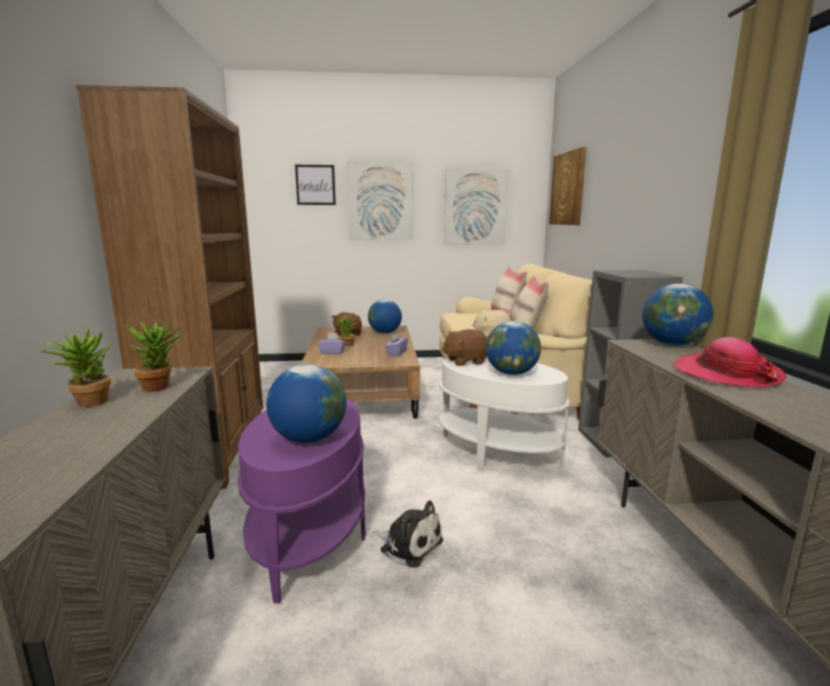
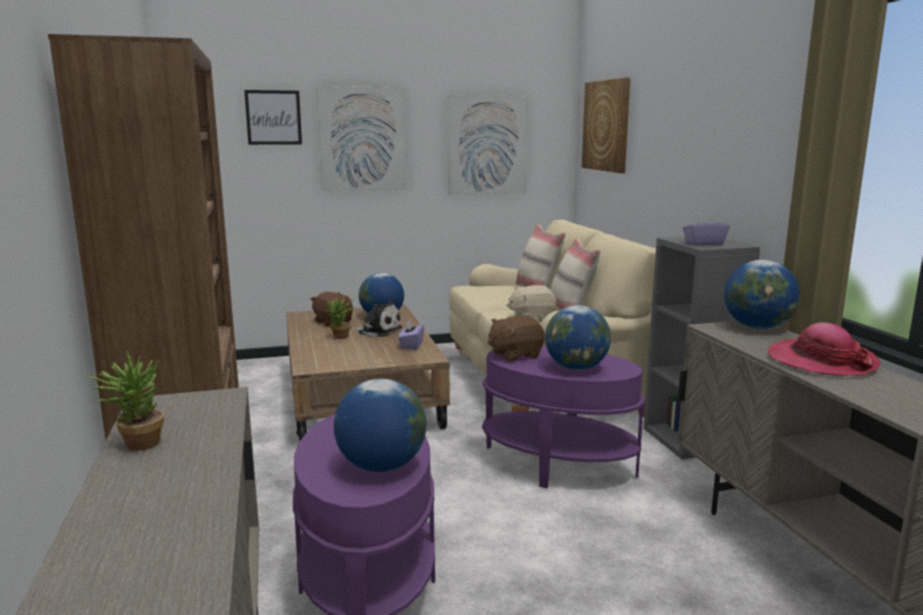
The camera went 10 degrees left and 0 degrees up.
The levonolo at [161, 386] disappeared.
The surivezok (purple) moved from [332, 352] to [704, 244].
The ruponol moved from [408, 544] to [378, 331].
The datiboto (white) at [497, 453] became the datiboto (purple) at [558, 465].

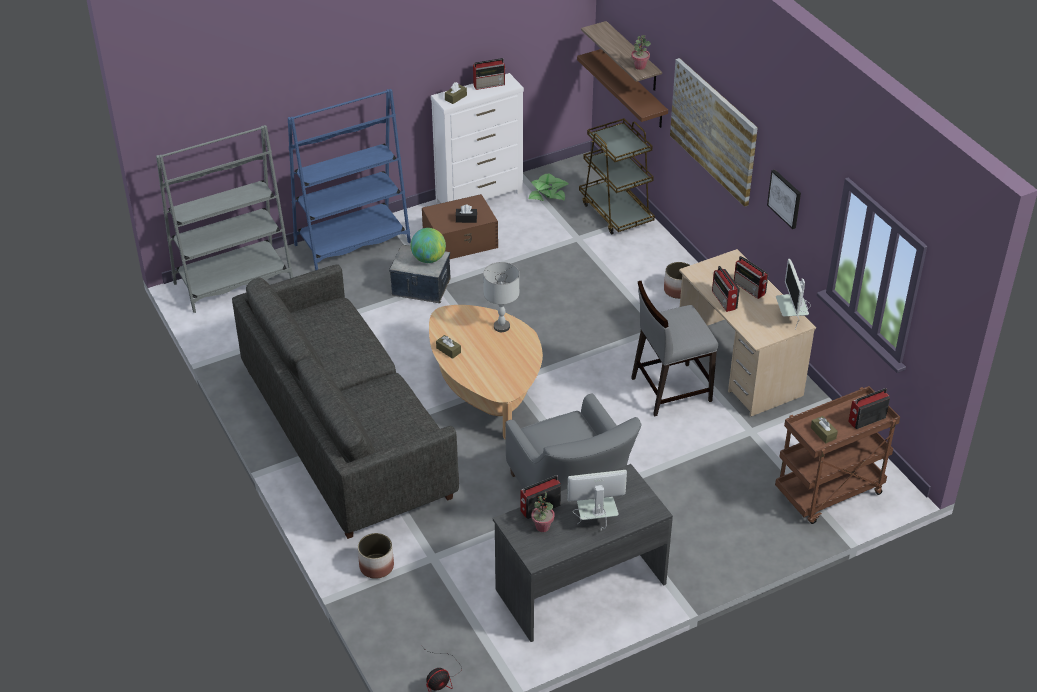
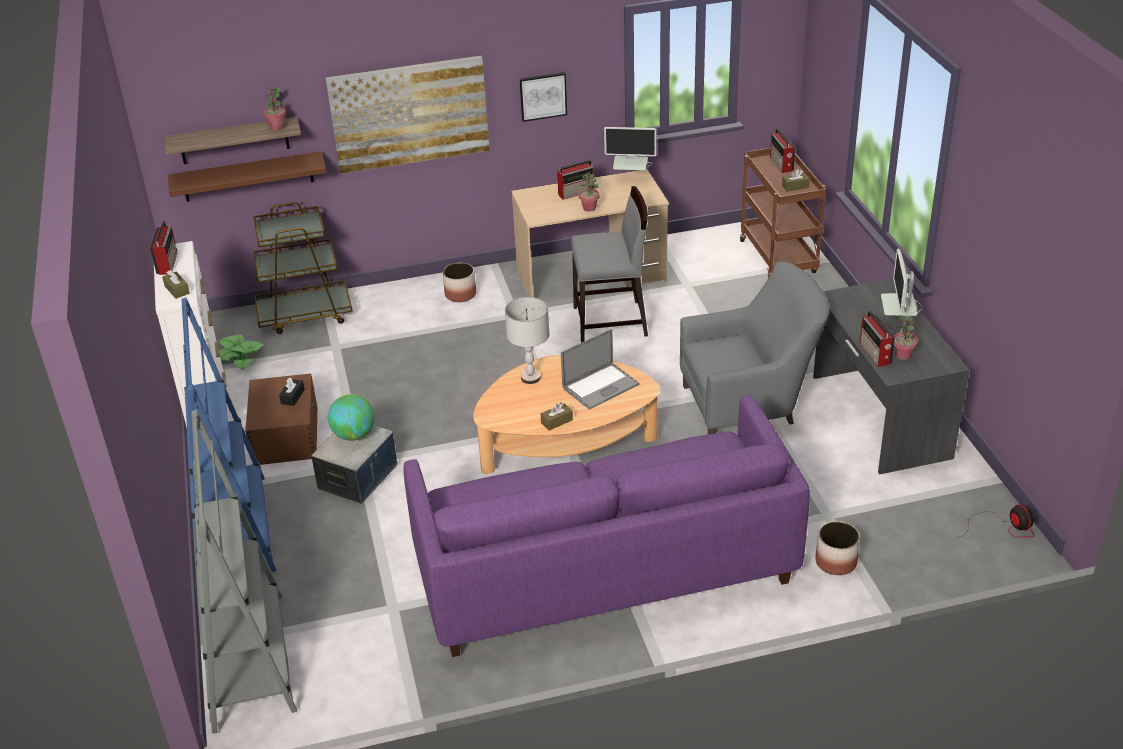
The camera went 75 degrees left and 5 degrees down.
The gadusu at [600, 386] appeared.
The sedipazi at [724, 300] was replaced by the levonolo at [589, 208].
The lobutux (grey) at [345, 432] became the lobutux (purple) at [604, 569].
The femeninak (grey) at [670, 389] turned 90 degrees counterclockwise.

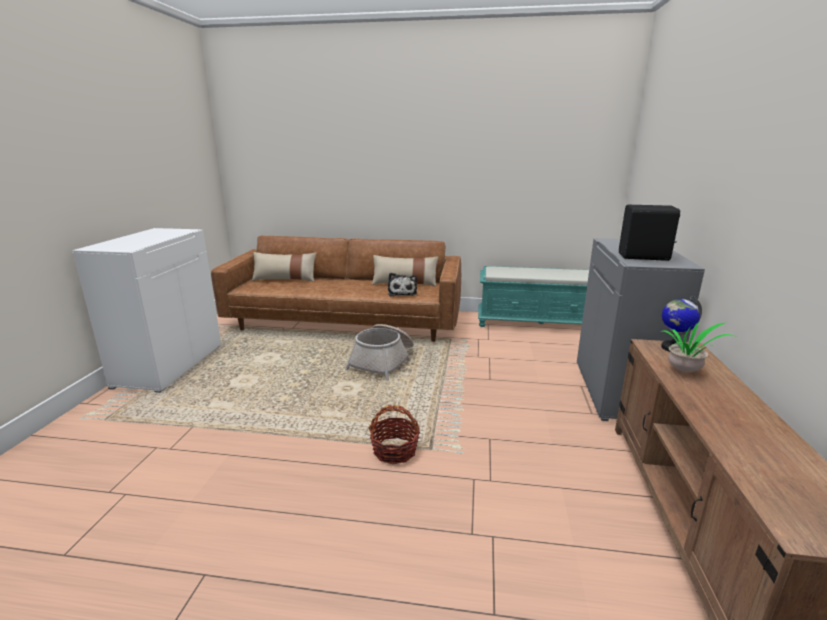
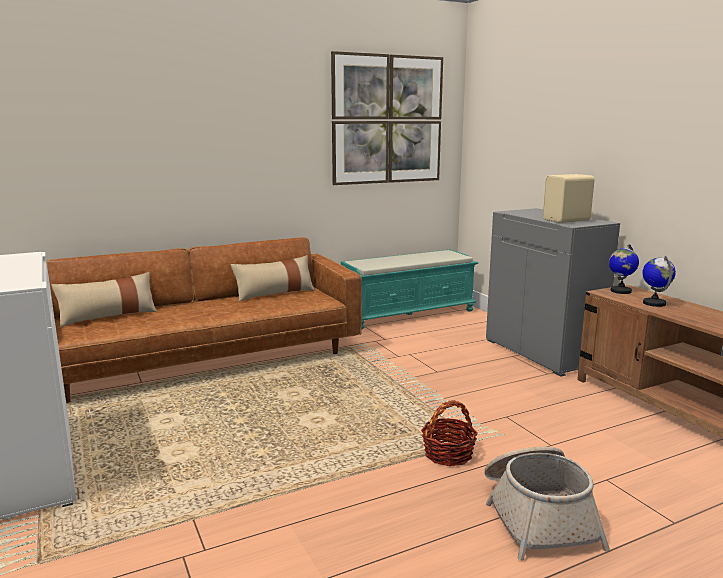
The camera went 35 degrees left and 5 degrees down.
The ruponol at [402, 293] disappeared.
The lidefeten at [387, 120] appeared.
The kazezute moved from [383, 362] to [537, 516].
The levonolo at [686, 372] was replaced by the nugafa at [654, 303].
The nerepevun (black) at [644, 257] became the nerepevun (beige) at [567, 220].

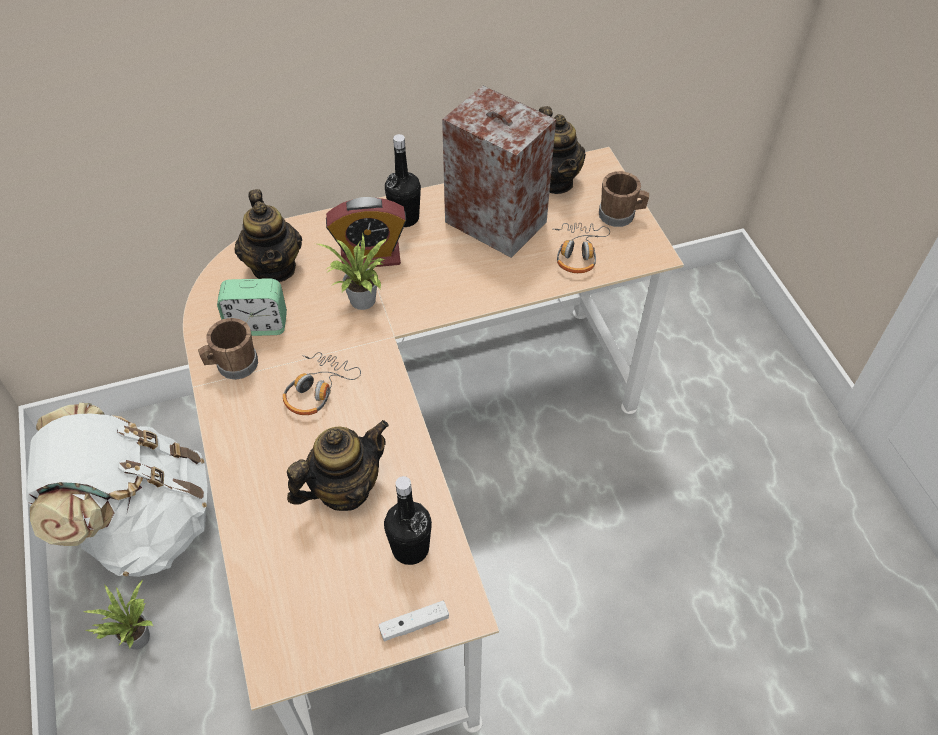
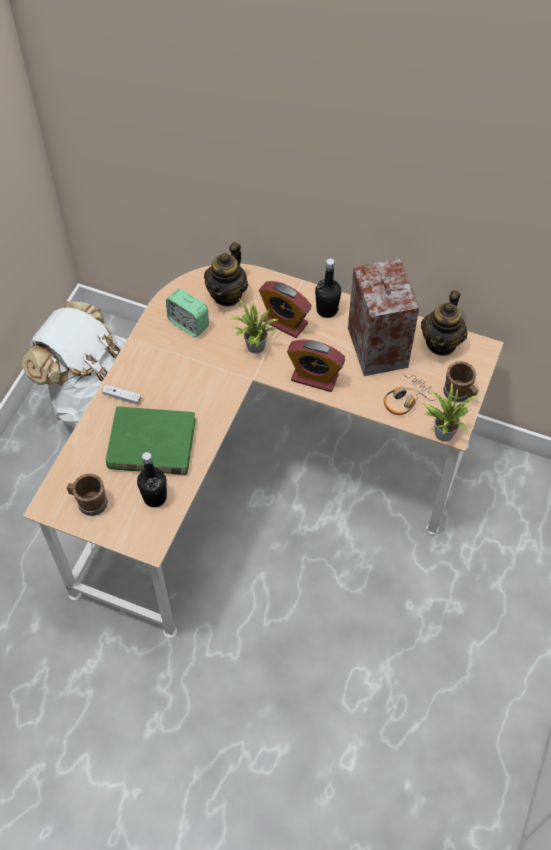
The camera went 40 degrees right and 5 degrees up.
The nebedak at [318, 389] disappeared.
The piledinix at [314, 377] appeared.
The levonolo moved from [135, 637] to [442, 431].
The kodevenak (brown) moved from [233, 365] to [89, 502].
The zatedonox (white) moved from [414, 624] to [122, 397].
The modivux at [344, 489] was replaced by the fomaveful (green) at [151, 444].

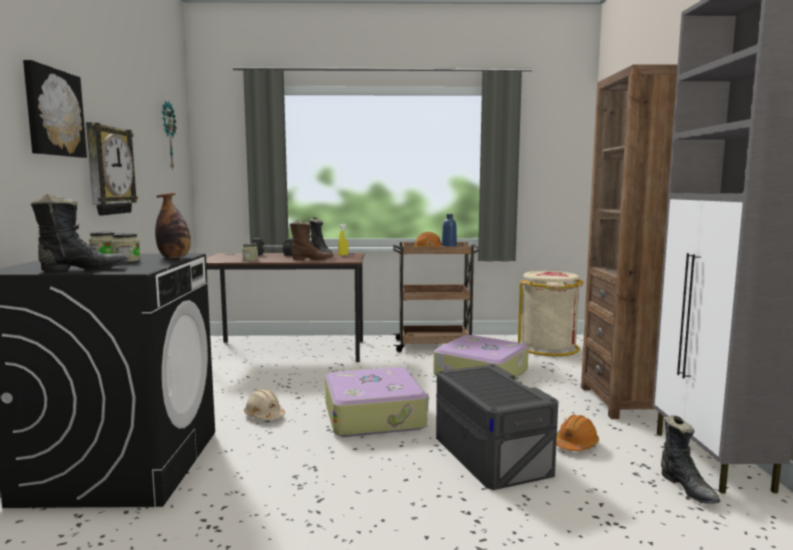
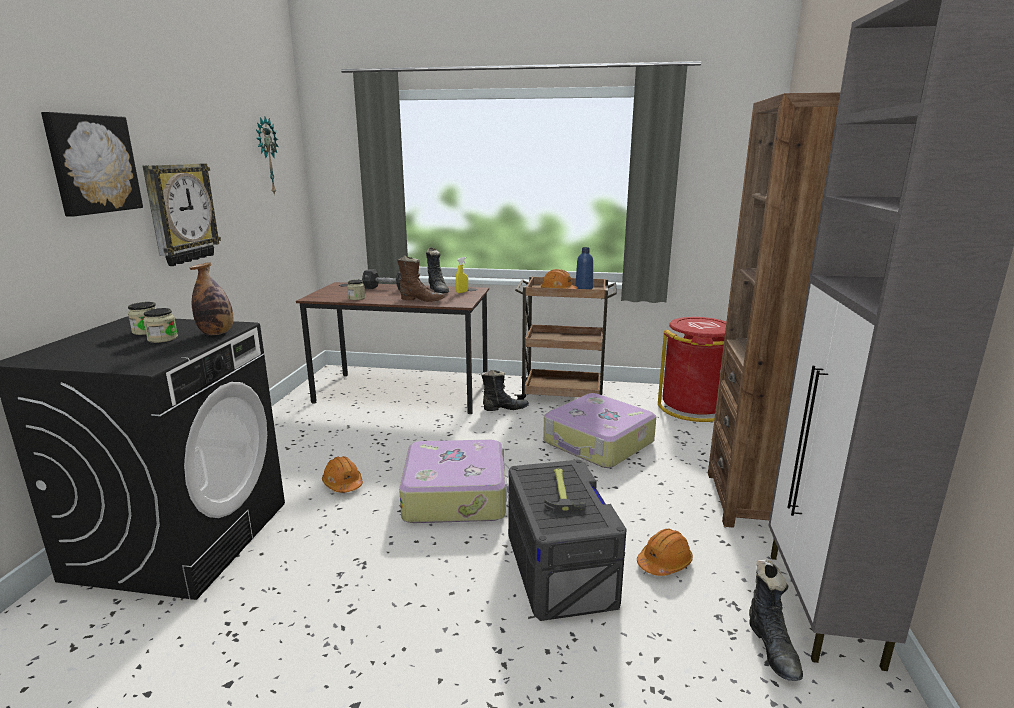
The camera went 10 degrees right and 10 degrees up.
The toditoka at [561, 491] appeared.
The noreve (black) moved from [83, 269] to [504, 408].
The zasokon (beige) at [264, 415] became the zasokon (orange) at [343, 484].
The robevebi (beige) at [548, 347] became the robevebi (red) at [694, 407].

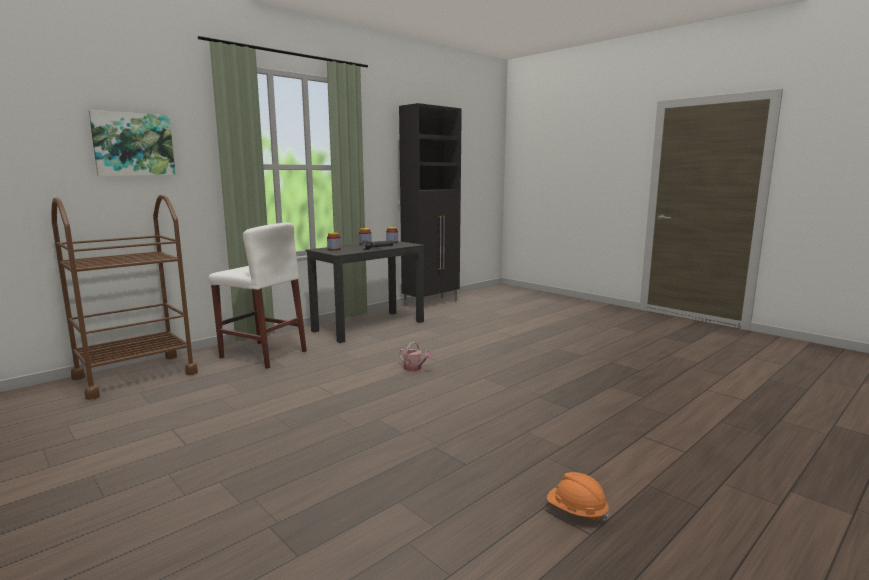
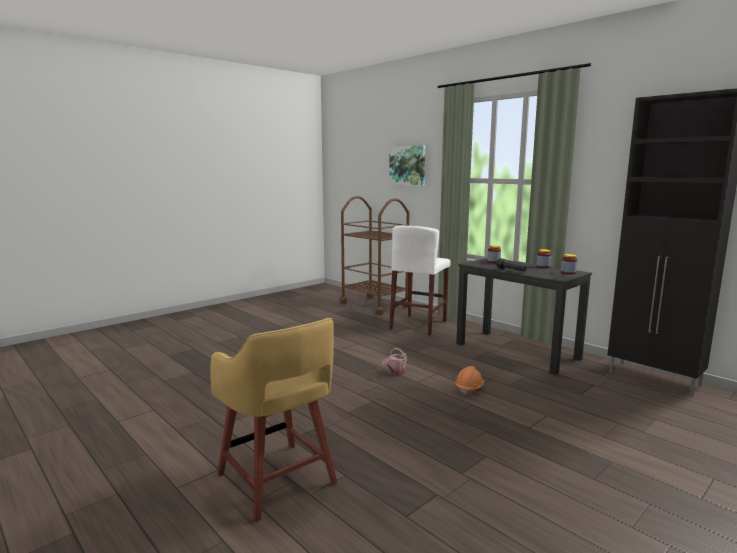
The camera went 90 degrees right and 0 degrees up.
The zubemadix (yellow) at [278, 481] appeared.
The zasokon (orange) moved from [576, 512] to [469, 389].

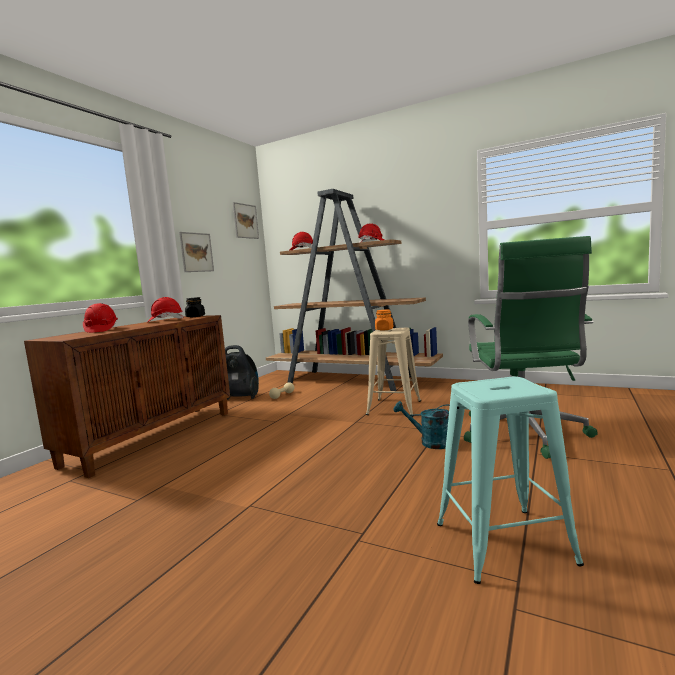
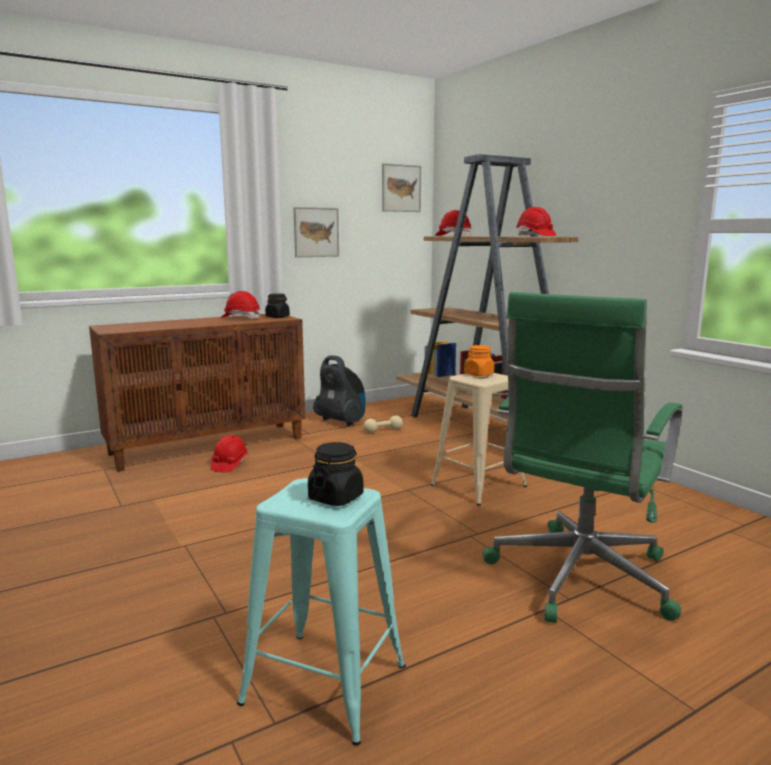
The camera went 30 degrees right and 5 degrees up.
The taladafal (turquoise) at [430, 442] disappeared.
The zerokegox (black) at [336, 497] appeared.
The zasokon (red) moved from [101, 330] to [229, 464].

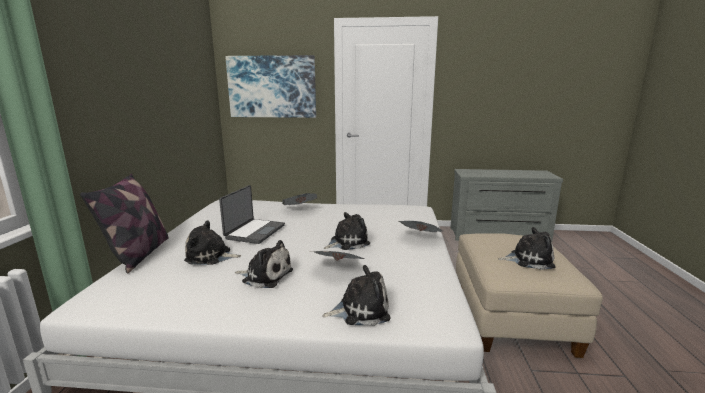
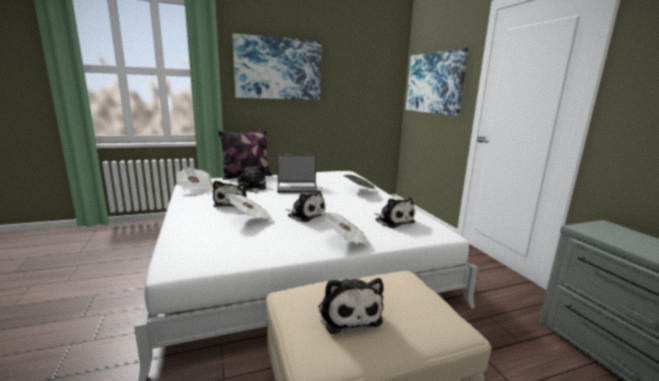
The camera went 65 degrees right and 0 degrees up.
The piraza at [196, 191] appeared.
The lidefeten at [278, 68] appeared.
The ruponol moved from [360, 310] to [393, 221].

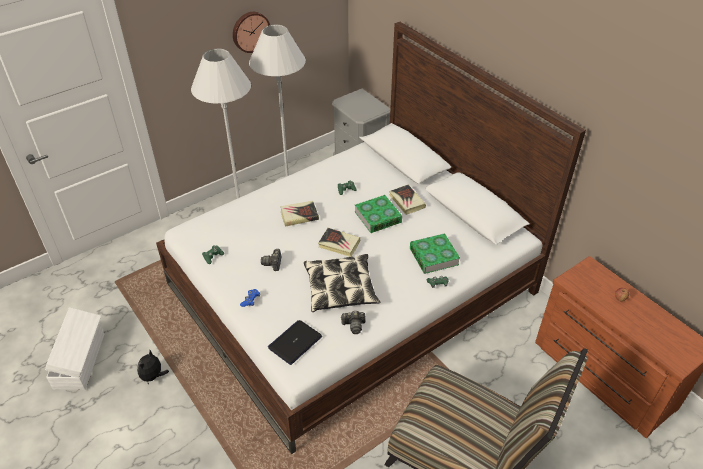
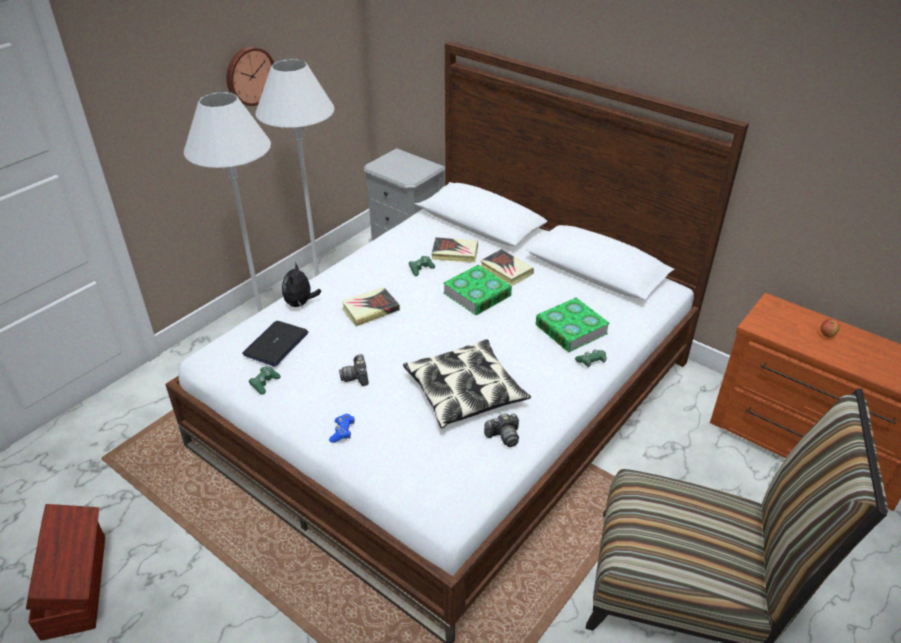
The camera went 15 degrees left and 5 degrees down.
The ruponol moved from [153, 376] to [300, 303].
The gadusu moved from [295, 342] to [276, 344].
The fomaveful moved from [339, 244] to [455, 253].
The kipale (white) at [81, 360] became the kipale (brown) at [77, 584].

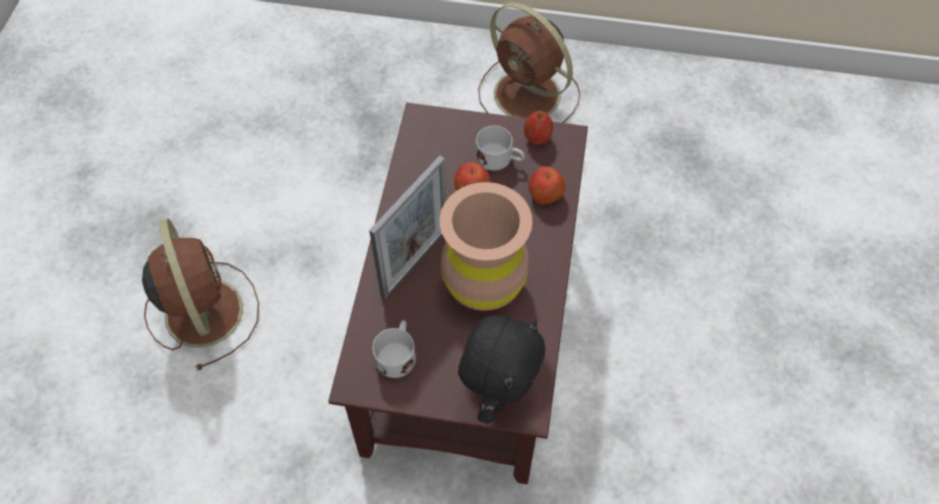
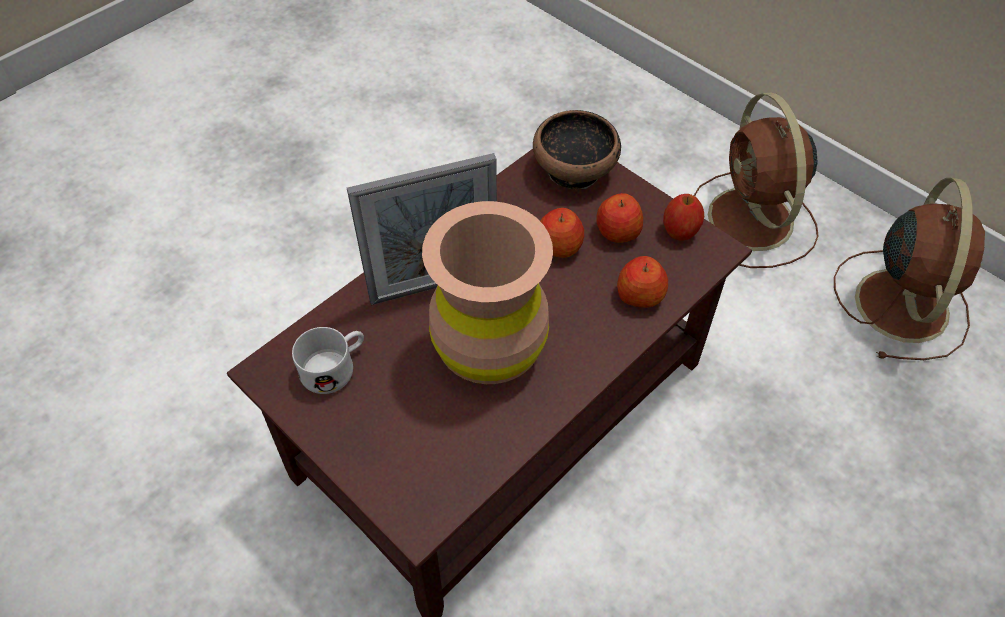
The camera went 35 degrees right and 5 degrees down.
The ruponol (black) at [498, 393] disappeared.
The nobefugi at [575, 170] appeared.
The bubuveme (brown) moved from [203, 309] to [901, 302].
The kodevenak (white) at [500, 159] was replaced by the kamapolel at [617, 232].

